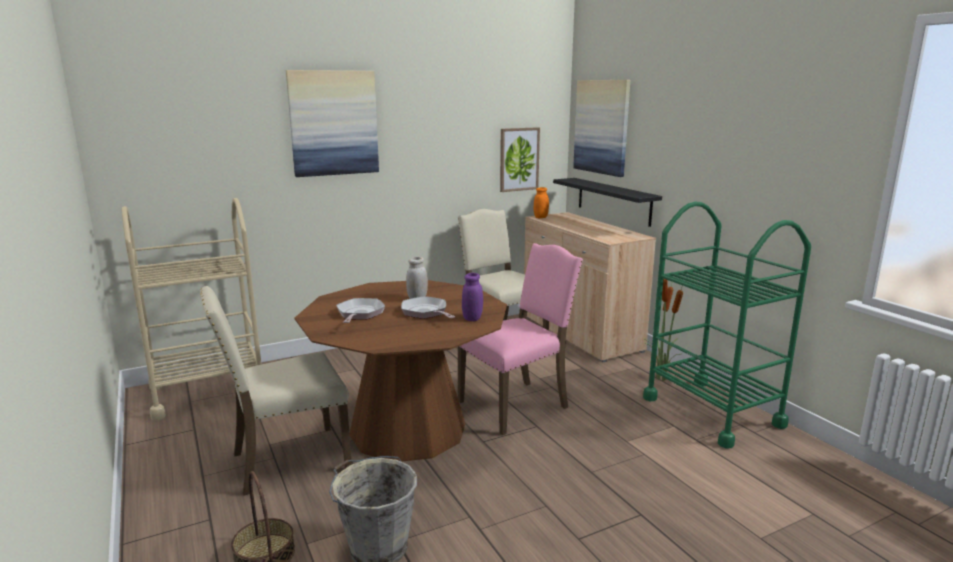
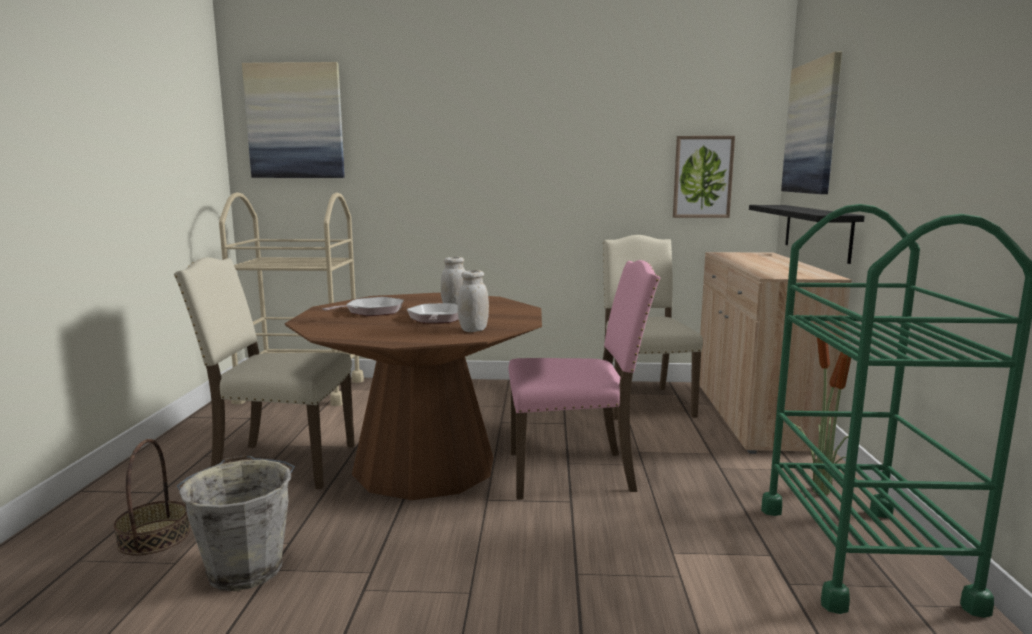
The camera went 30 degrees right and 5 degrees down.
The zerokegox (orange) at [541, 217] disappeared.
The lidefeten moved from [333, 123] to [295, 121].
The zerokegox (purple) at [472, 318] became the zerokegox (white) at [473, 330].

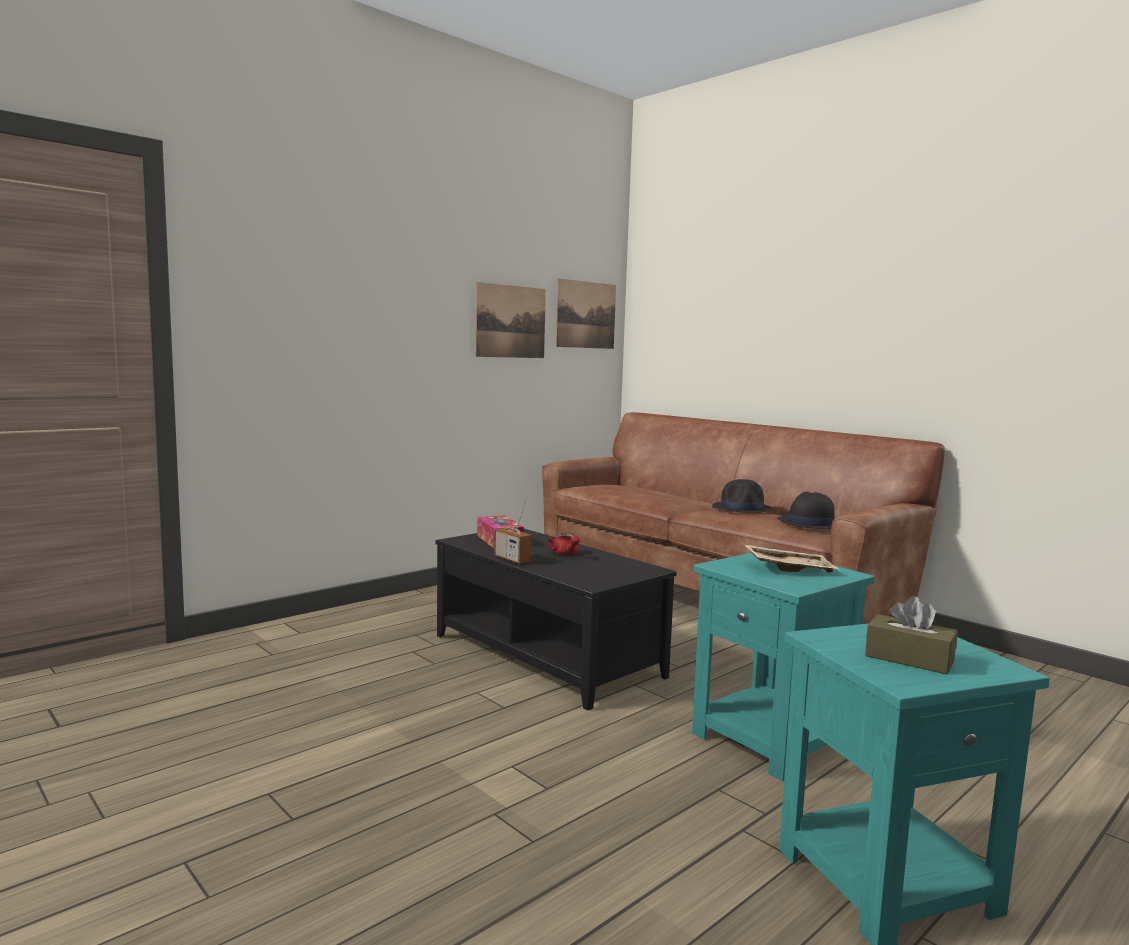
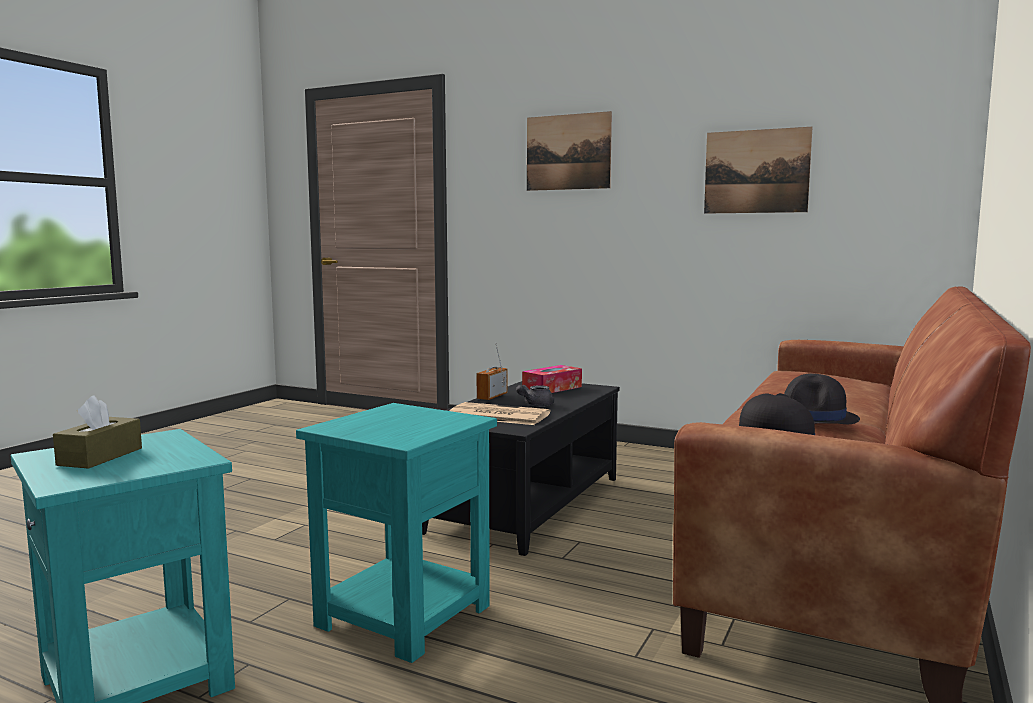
The camera went 70 degrees right and 0 degrees up.
The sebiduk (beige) at [789, 568] disappeared.
The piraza at [497, 415] appeared.
The lidefeten moved from [586, 315] to [568, 152].
The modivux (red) at [565, 554] became the modivux (grey) at [535, 405].

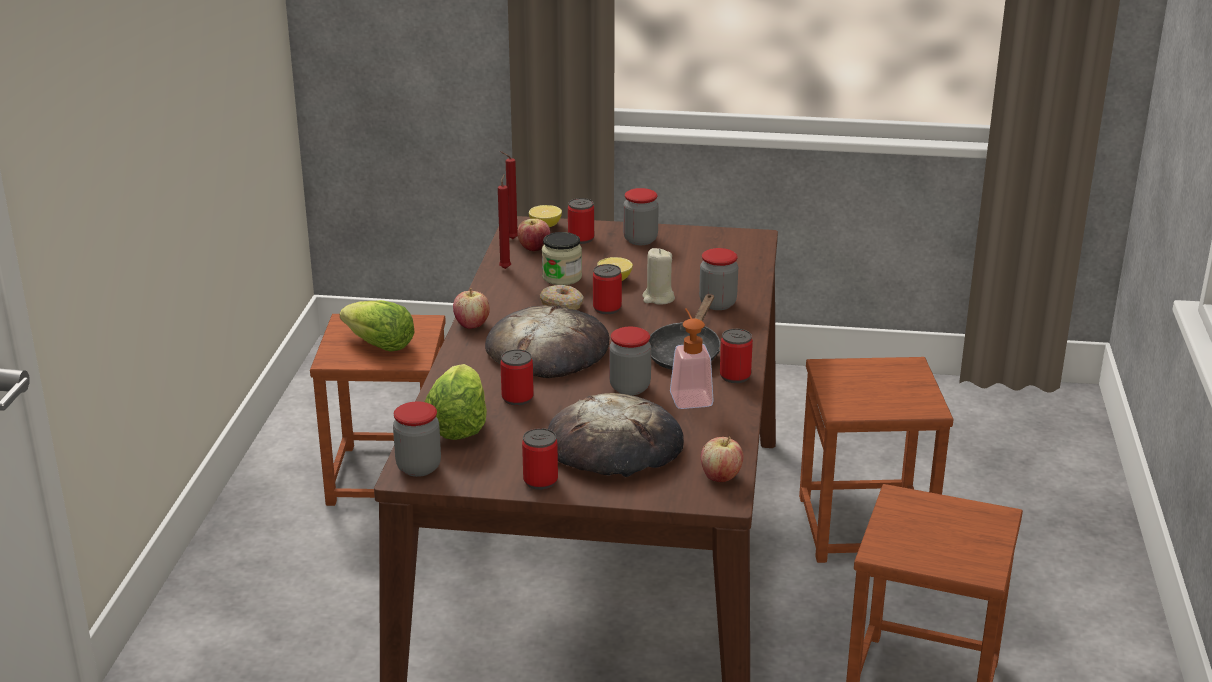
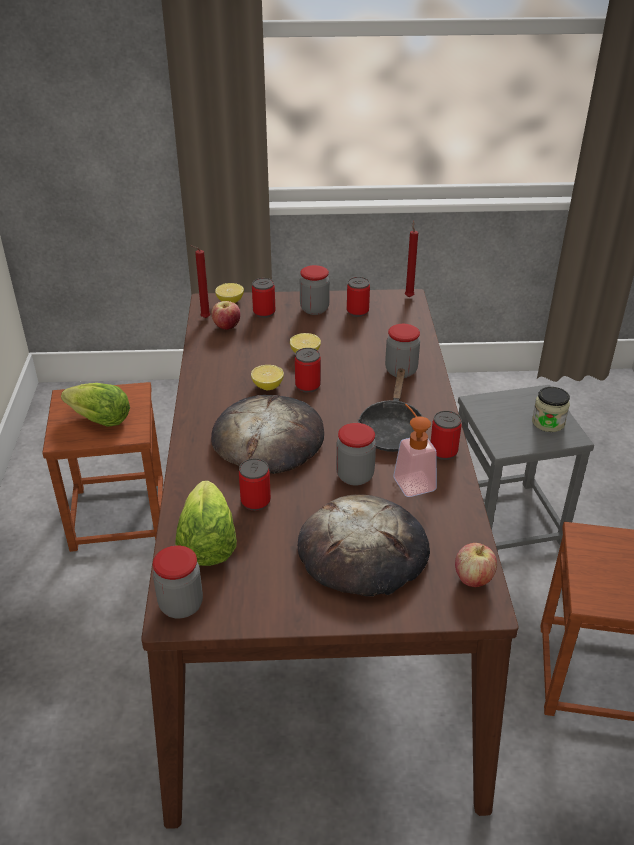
The camera went 10 degrees left and 10 degrees up.
The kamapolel at [472, 325] disappeared.
The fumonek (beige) at [658, 298] disappeared.
The fumonek (red) moved from [505, 268] to [409, 296].
The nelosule moved from [540, 481] to [357, 311].
The zerokegox moved from [562, 277] to [548, 422].
The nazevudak at [562, 305] was replaced by the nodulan at [267, 386].
The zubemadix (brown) at [866, 527] became the zubemadix (grey) at [506, 519].

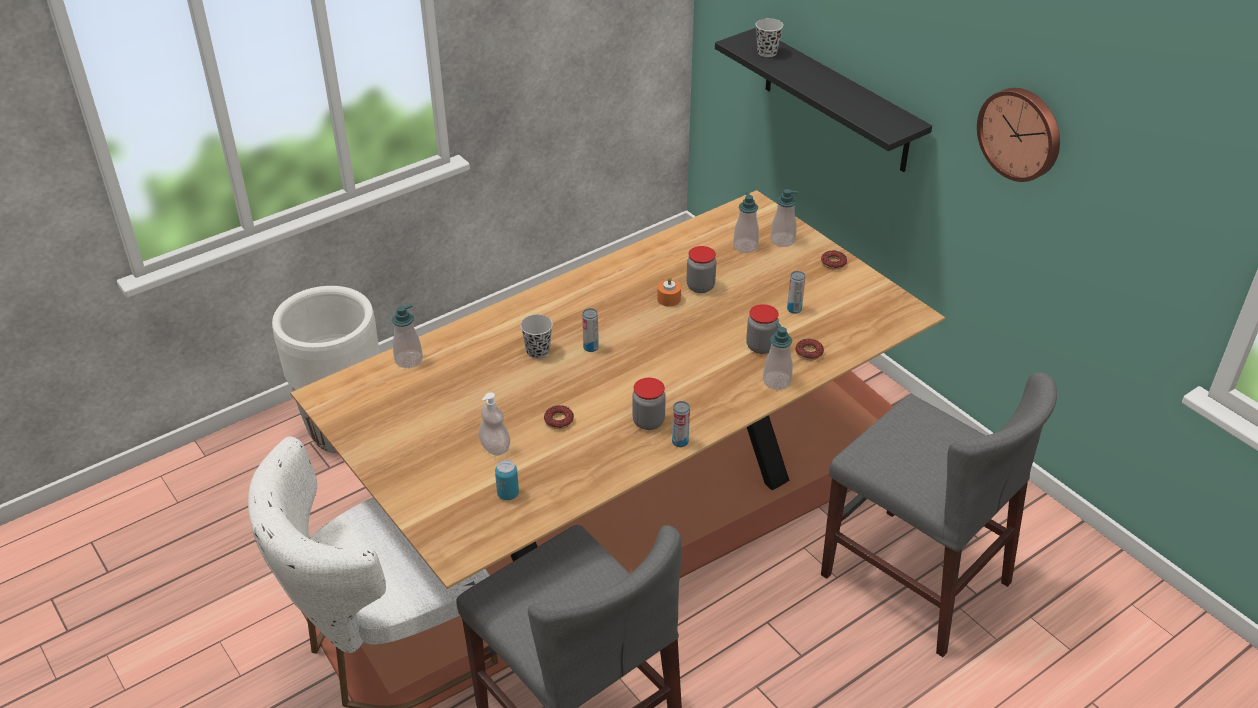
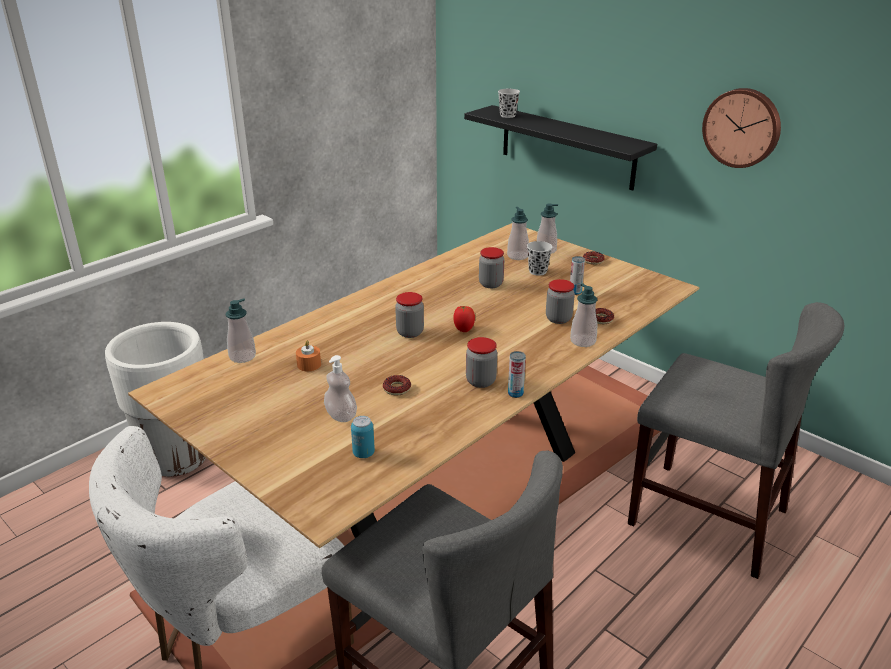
The camera went 10 degrees left and 10 degrees down.
The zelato at [464, 329] appeared.
The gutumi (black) moved from [538, 351] to [538, 271].
The fumonek (orange) moved from [669, 299] to [309, 364].
The nelosule at [590, 347] was replaced by the zerokegox at [410, 332].

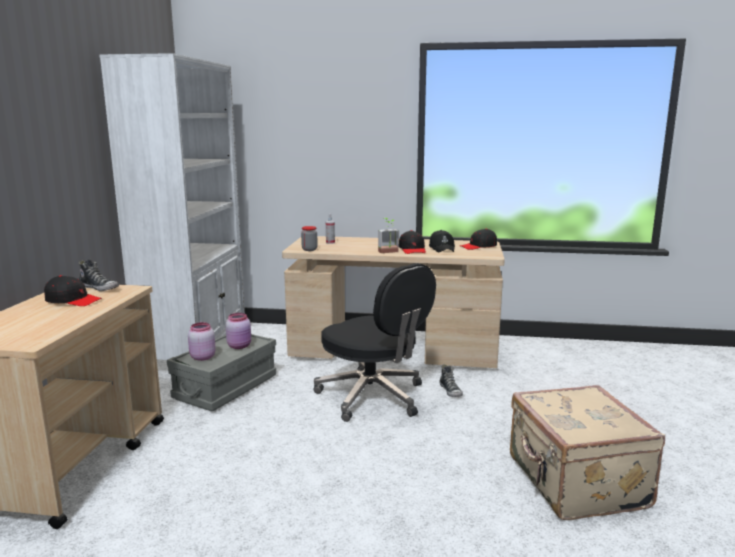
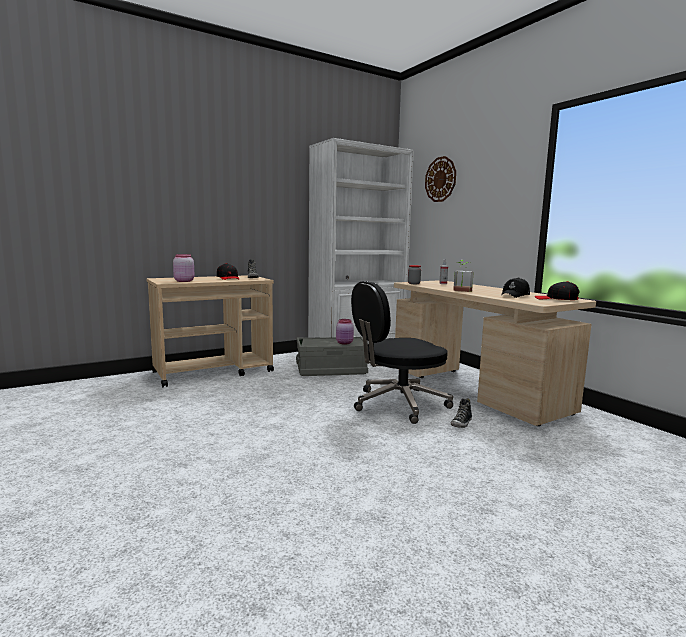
The camera went 50 degrees right and 5 degrees down.
The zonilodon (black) at [412, 249] disappeared.
The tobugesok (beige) at [575, 483] disappeared.
The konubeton at [440, 179] appeared.
The zerokegox (pink) moved from [202, 357] to [184, 281].
The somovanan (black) at [373, 397] turned 60 degrees clockwise.

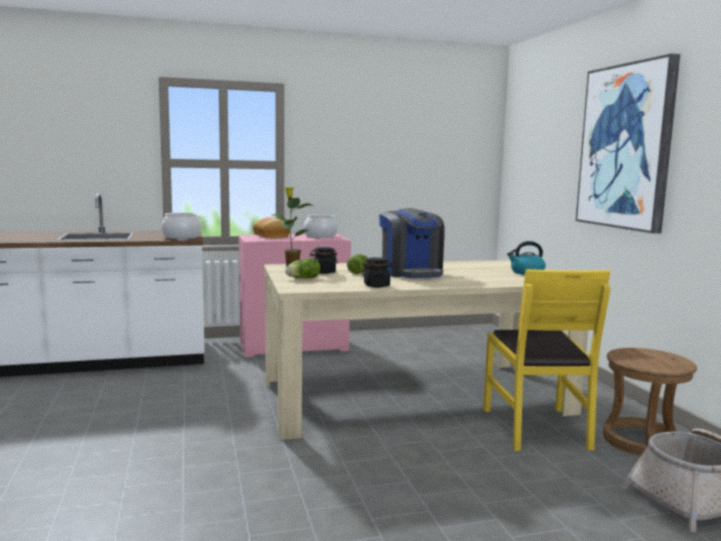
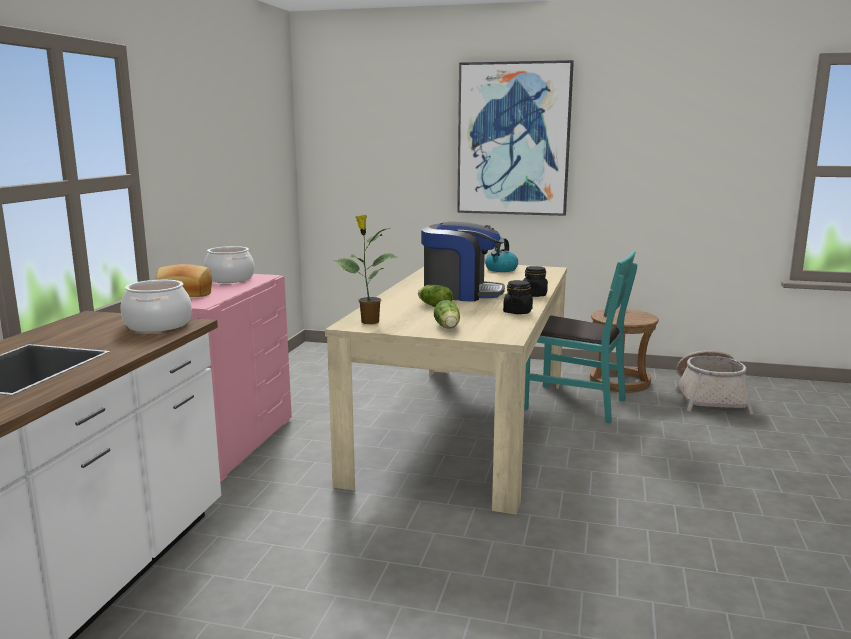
The camera went 60 degrees left and 5 degrees up.
The zerokegox (black) moved from [323, 272] to [534, 295].
The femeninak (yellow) at [536, 428] became the femeninak (turquoise) at [573, 403].

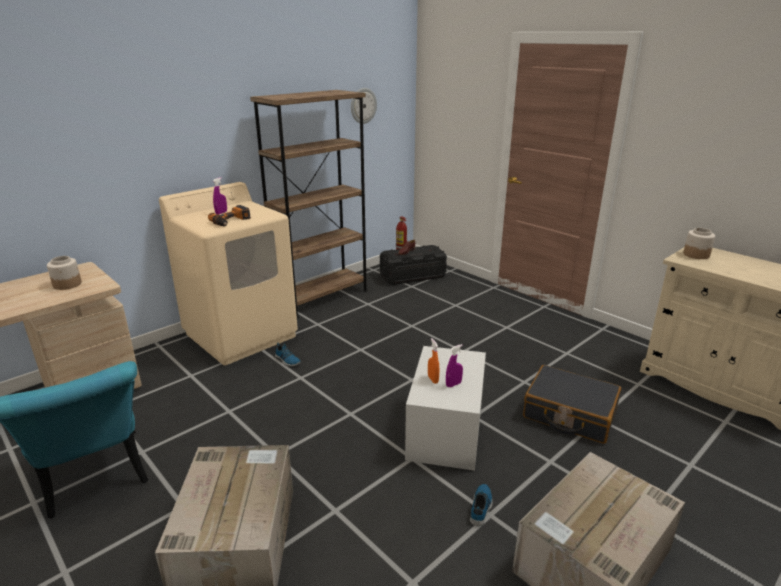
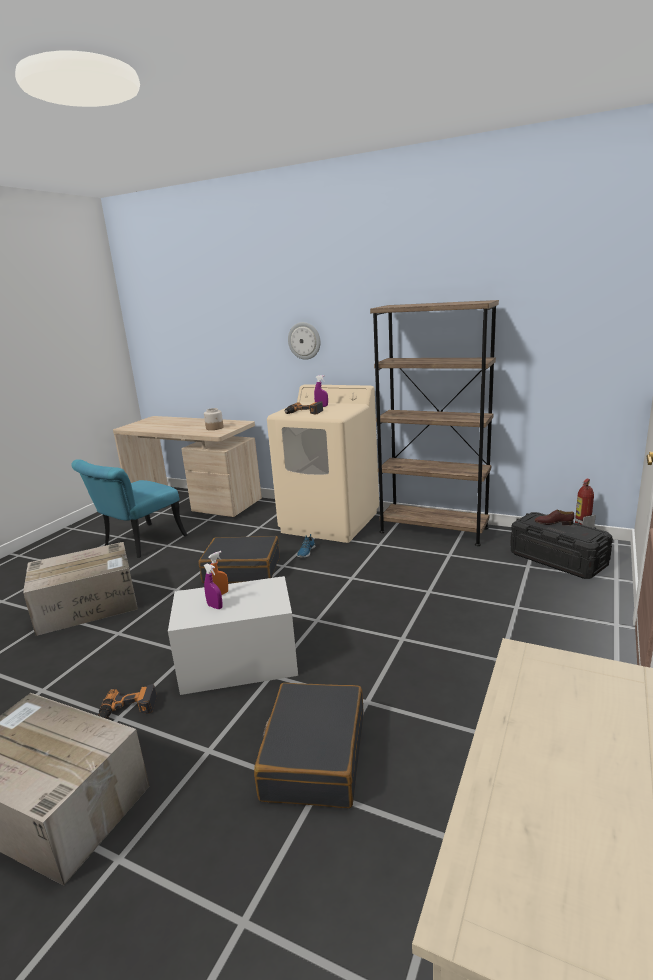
The camera went 70 degrees right and 5 degrees down.
The zerokegox at [696, 255] disappeared.
The tobugesok (black) at [242, 569] appeared.
The konubeton moved from [363, 105] to [304, 340].
The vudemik at [481, 507] was replaced by the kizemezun at [128, 710].

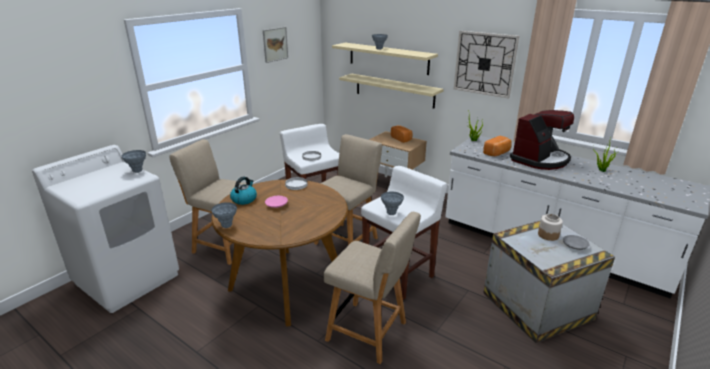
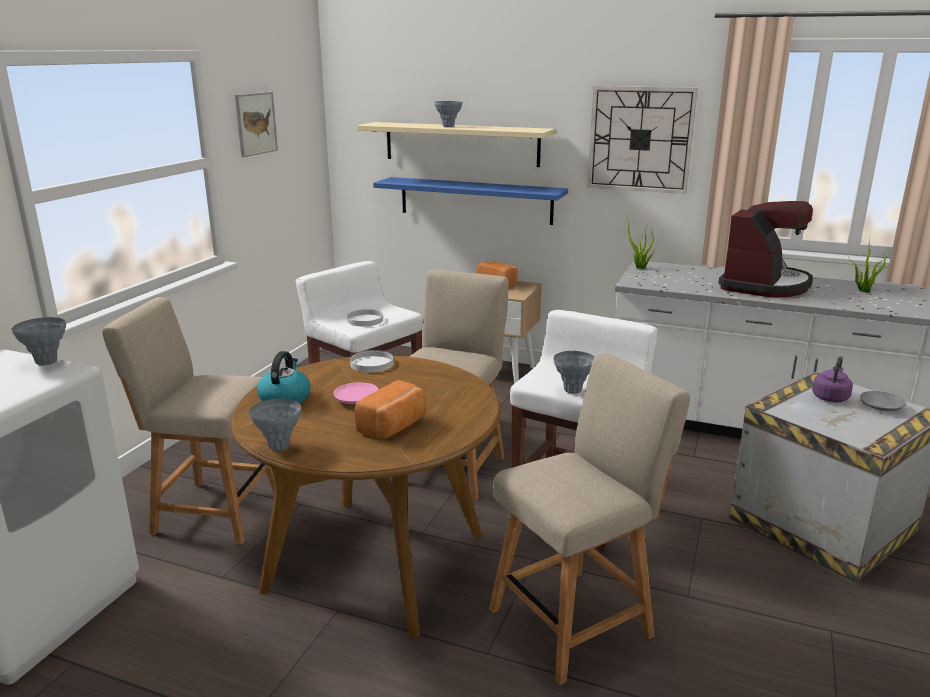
The camera went 15 degrees left and 5 degrees down.
The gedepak moved from [497, 153] to [394, 426].
The zerokegox at [548, 235] was replaced by the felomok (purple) at [830, 397].
The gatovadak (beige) at [394, 90] became the gatovadak (blue) at [475, 200].
The femeninak (beige) at [370, 333] turned 45 degrees counterclockwise.

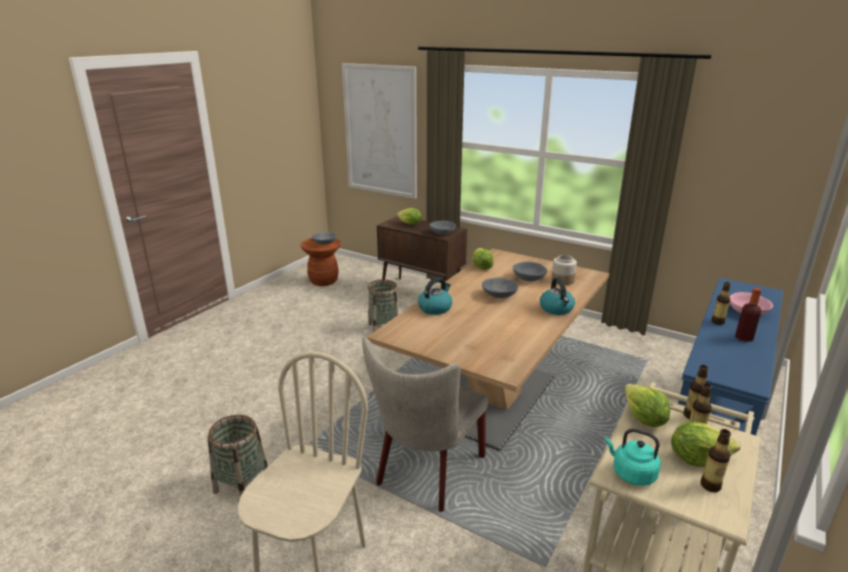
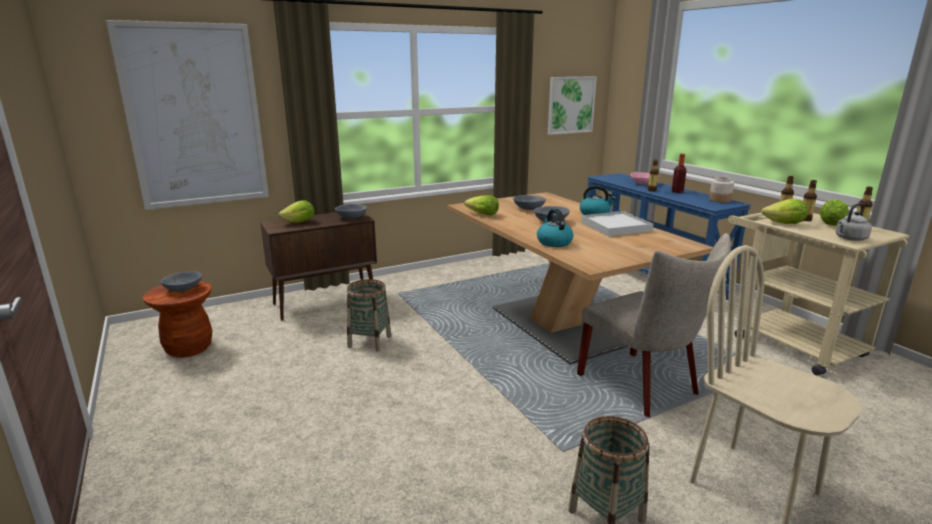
The camera went 60 degrees left and 5 degrees down.
The lidefeten at [570, 105] appeared.
The sebiduk (white) at [615, 227] appeared.
The zerokegox moved from [562, 280] to [720, 200].
The felomok (turquoise) at [631, 473] became the felomok (grey) at [849, 239].

